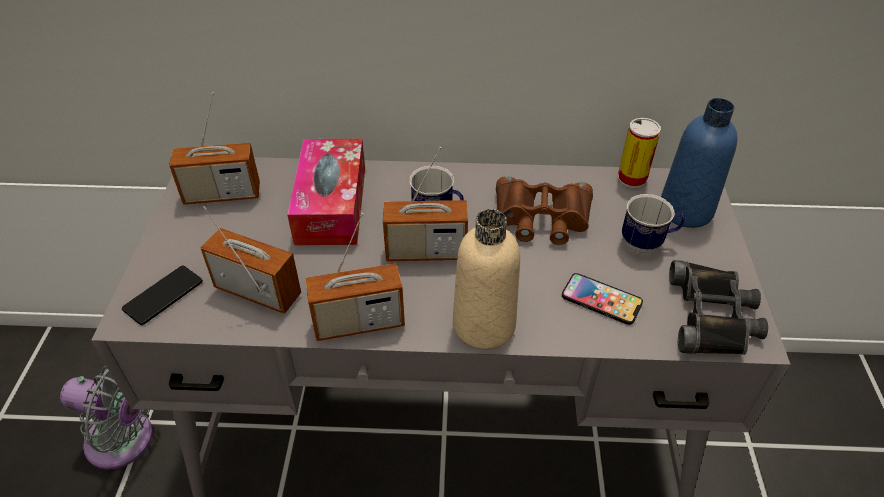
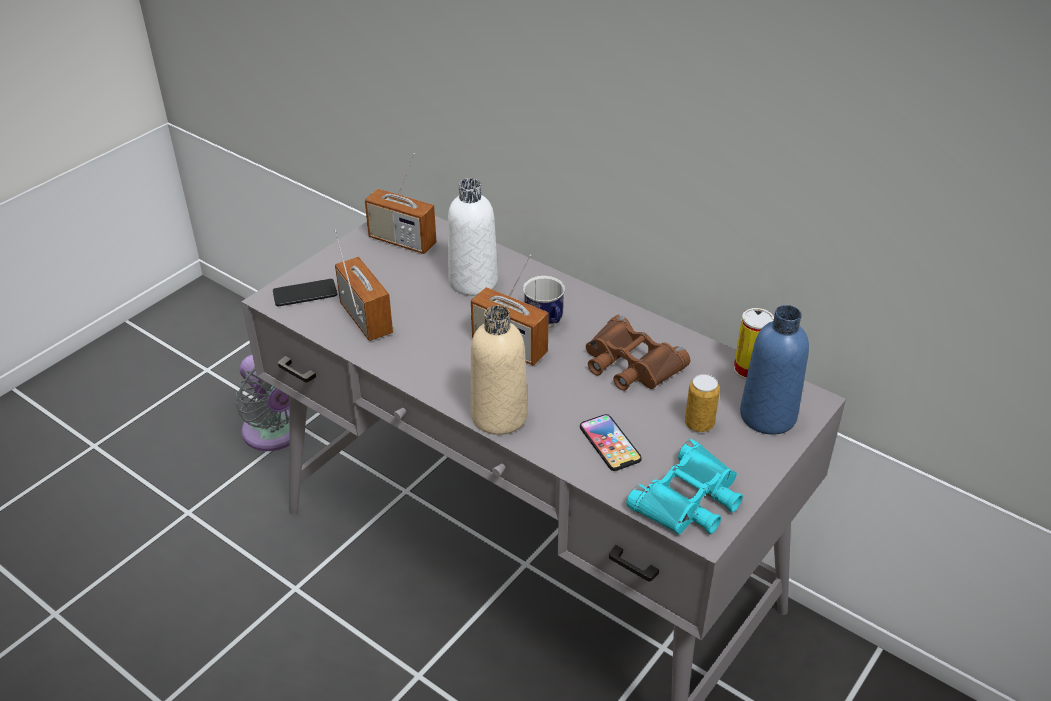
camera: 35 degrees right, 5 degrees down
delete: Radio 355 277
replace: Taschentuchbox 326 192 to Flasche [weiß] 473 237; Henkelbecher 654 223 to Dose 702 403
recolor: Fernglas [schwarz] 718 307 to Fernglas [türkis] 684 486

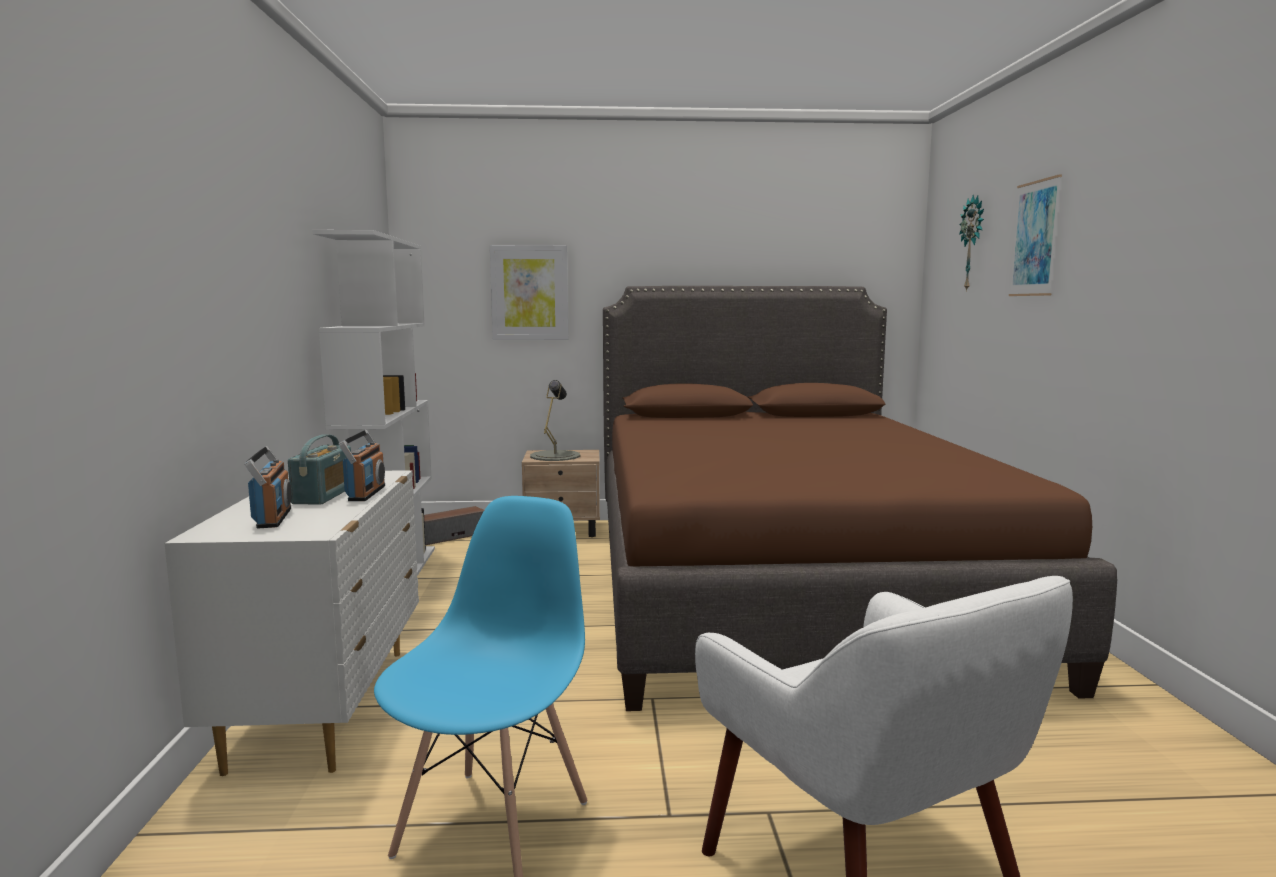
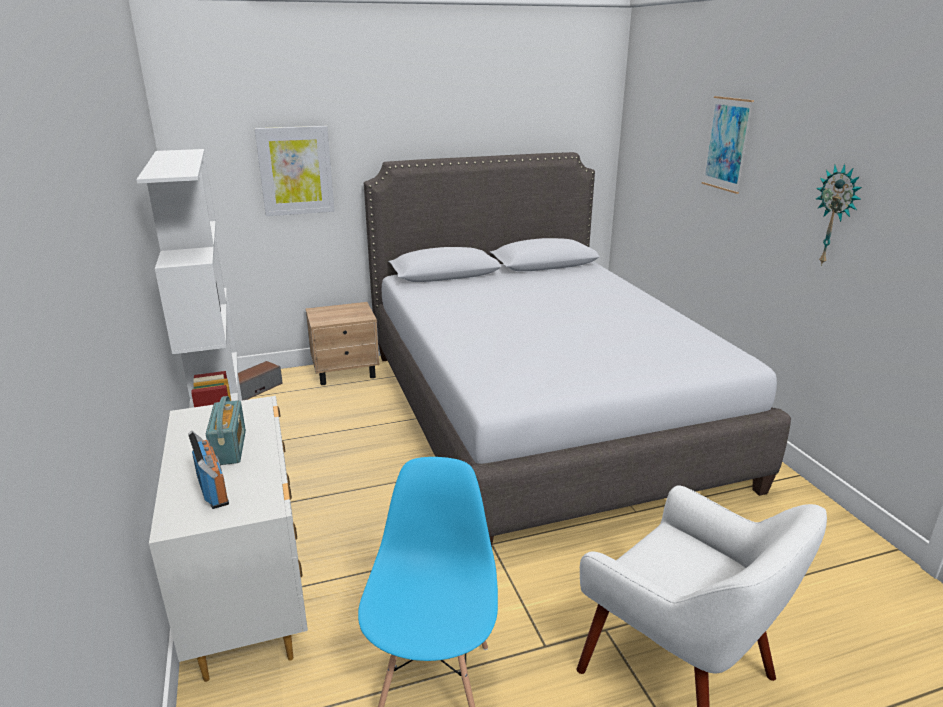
camera: 15 degrees left, 15 degrees up
delete: Radio 362 465; Tischlampe [grau] 555 420
move: Wanduhr 971 243 to 839 215
recolor: Bett [braun] 860 498 to Bett [grau] 577 349

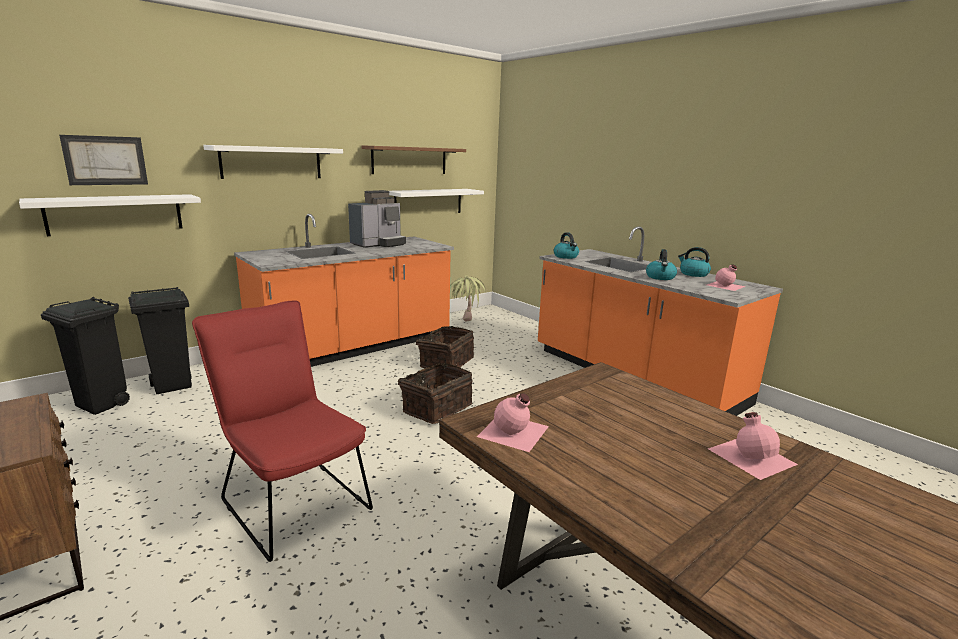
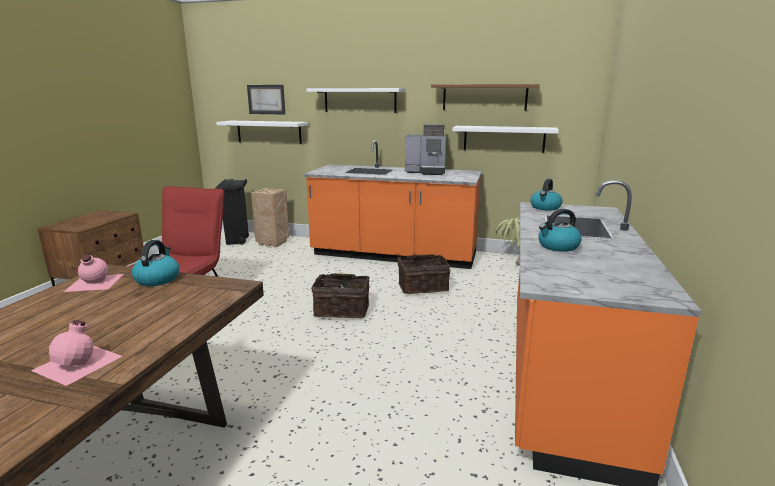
camera: 55 degrees right, 0 degrees up
delete: Flasche [rosa] 726 277
move: Wasserkessel 694 262 to 156 263
replace: Mülleimer [schwarz] 160 340 to Kiste 270 217

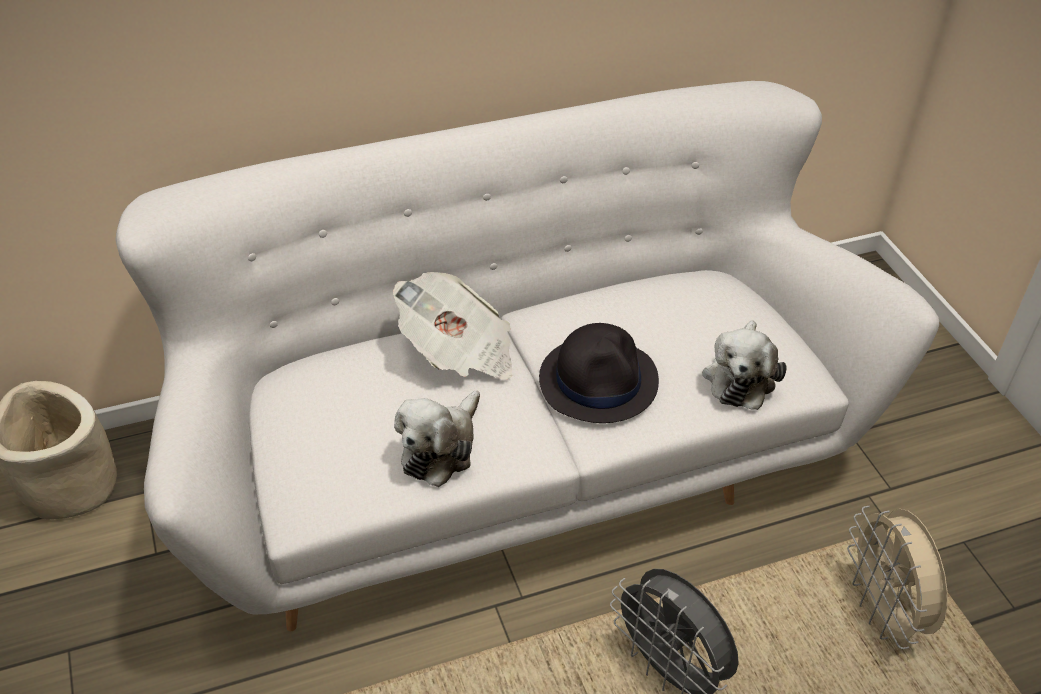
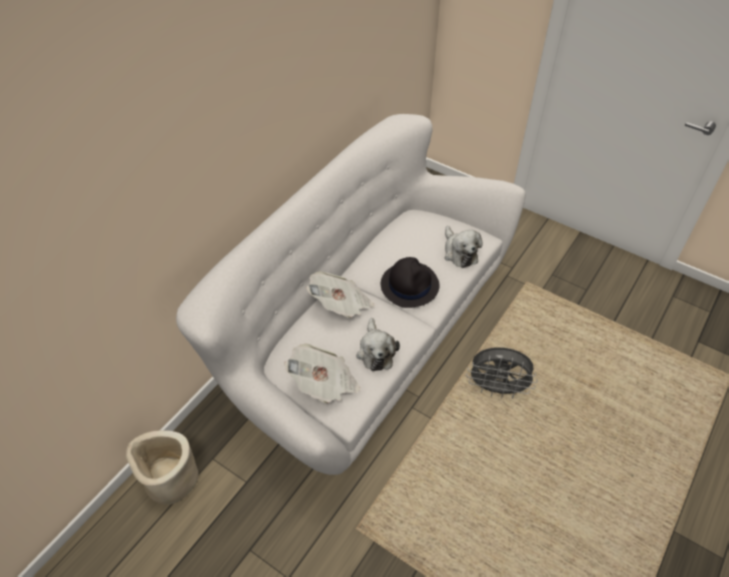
camera: 35 degrees left, 5 degrees up
delete: Ventilator [beige] 897 577
insert: Zeitung 322 373

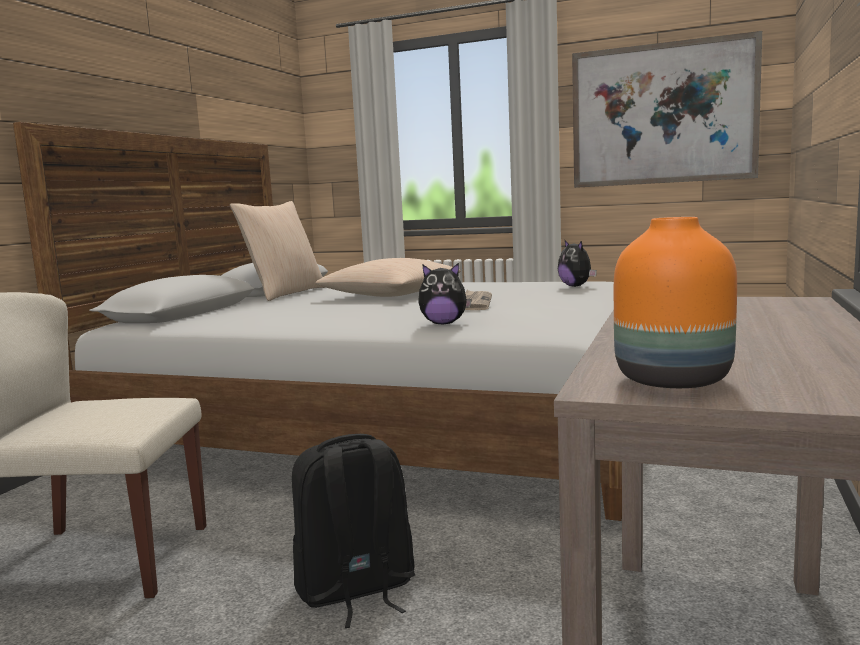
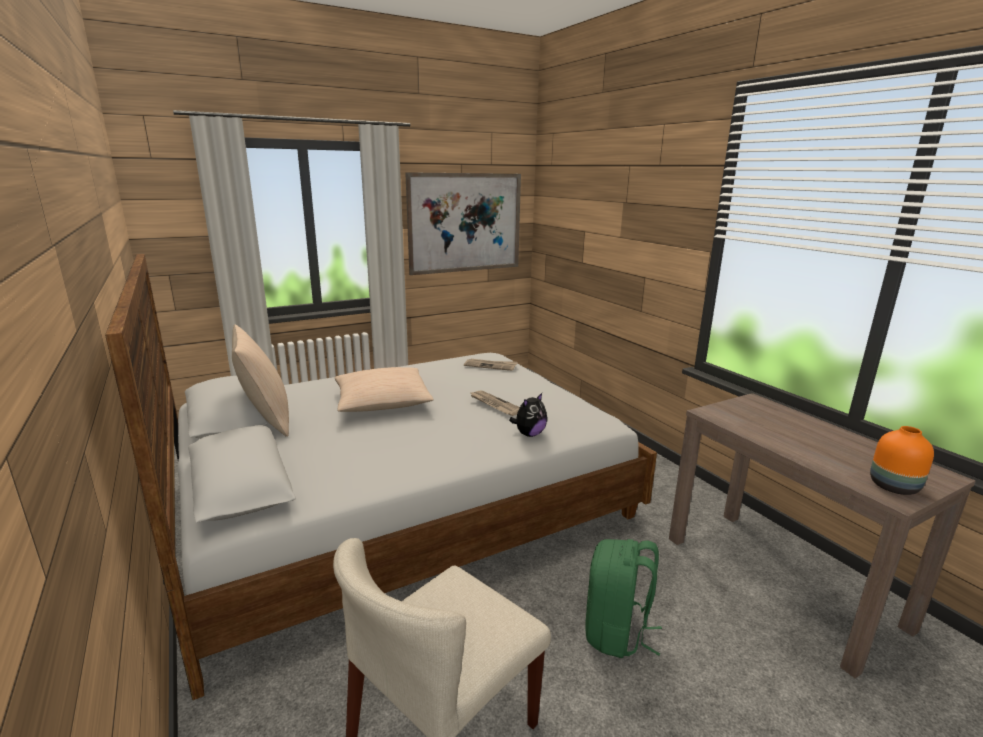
camera: 50 degrees left, 10 degrees up
replace: Plüschtier 577 264 to Zeitung 490 365
recolor: Rucksack [schwarz] 353 531 to Rucksack [grün] 623 598

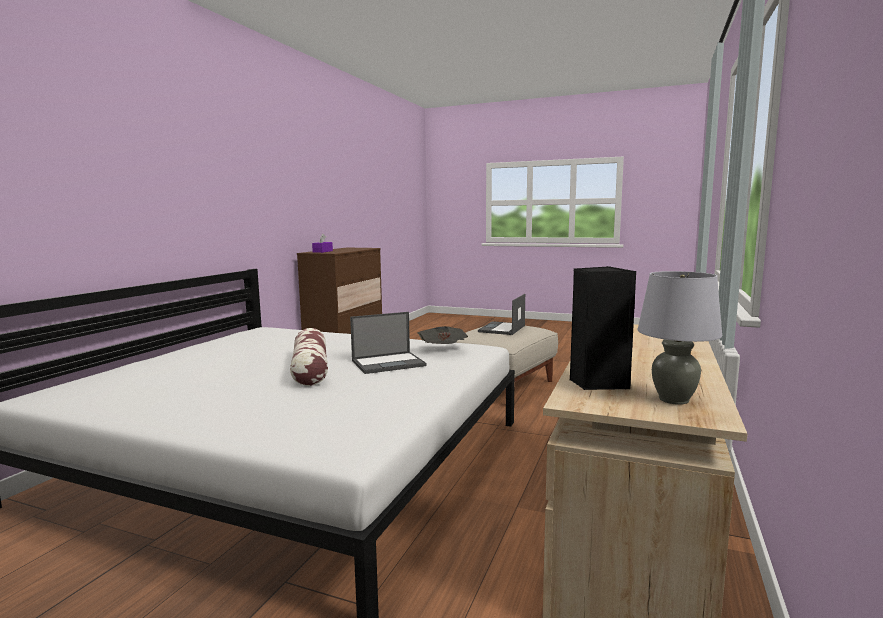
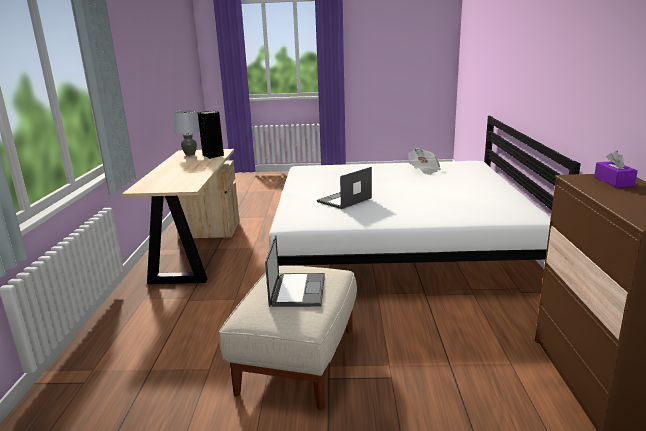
camera: 160 degrees right, 10 degrees up
delete: Kissen 309 357
move: Zeitung 442 335 to 424 161

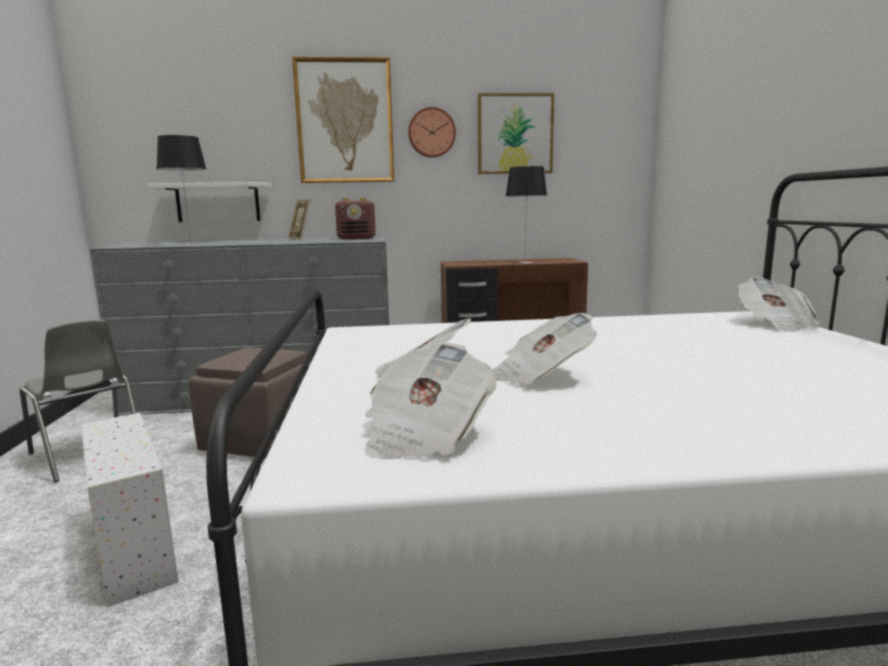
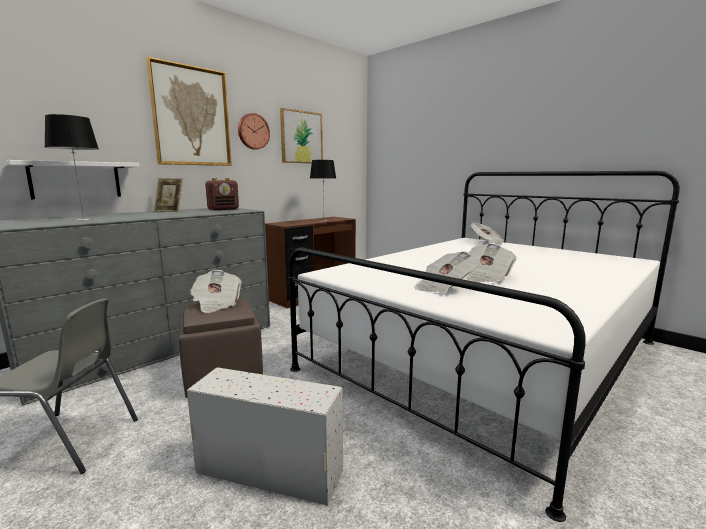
camera: 40 degrees left, 0 degrees up
move: Zeitung 431 401 to 216 291

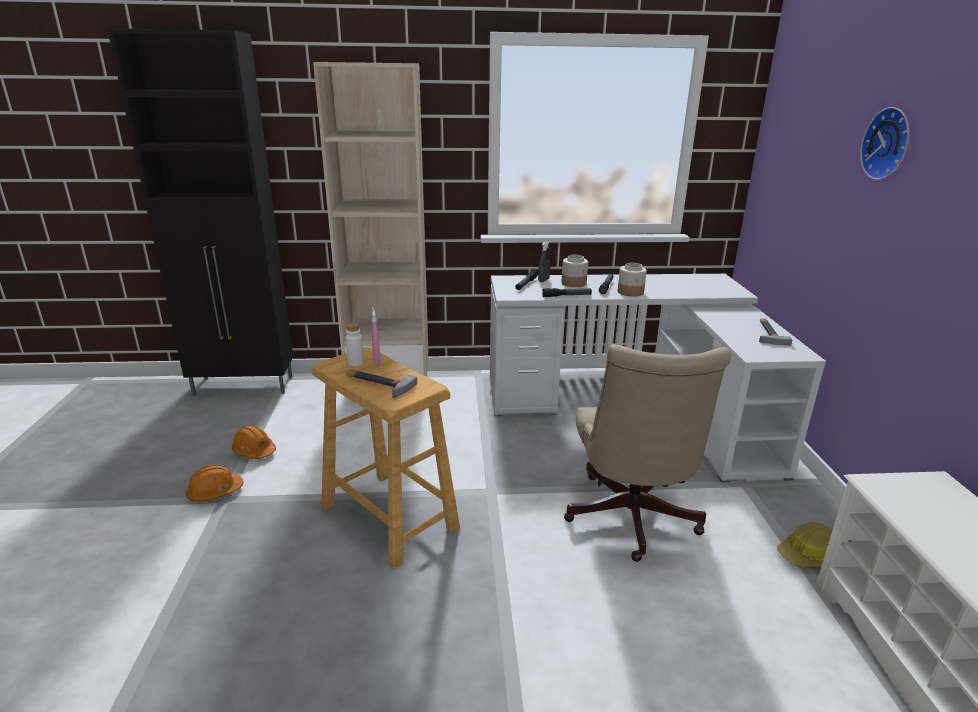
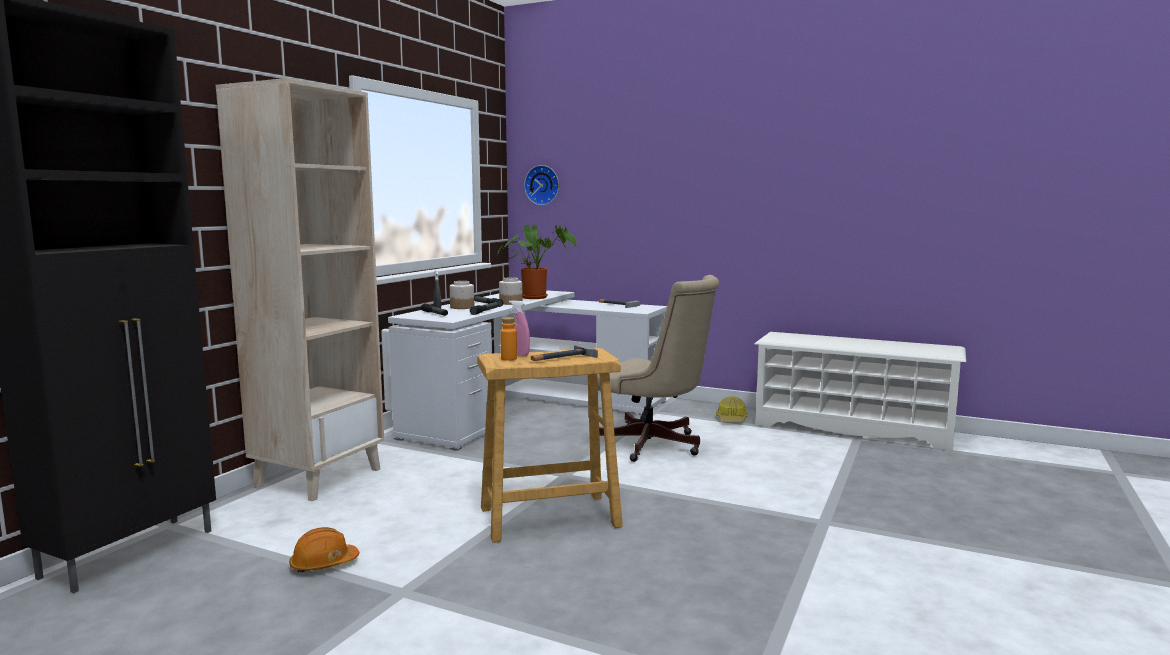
camera: 60 degrees left, 15 degrees down
delete: Schutzhelm [orange] 215 483
insert: Topfpflanze 537 261
move: Wanduhr 884 143 to 541 185
recolor: Flasche [weiß] 355 344 to Flasche [orange] 508 339

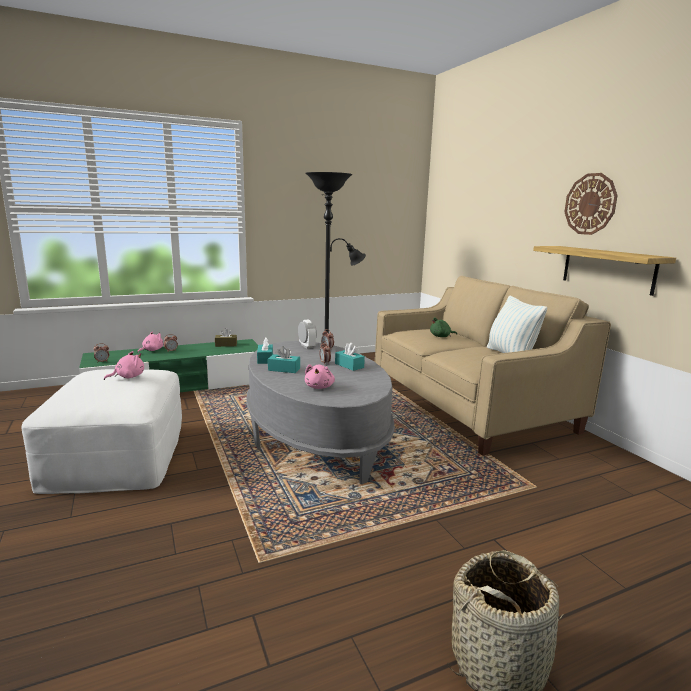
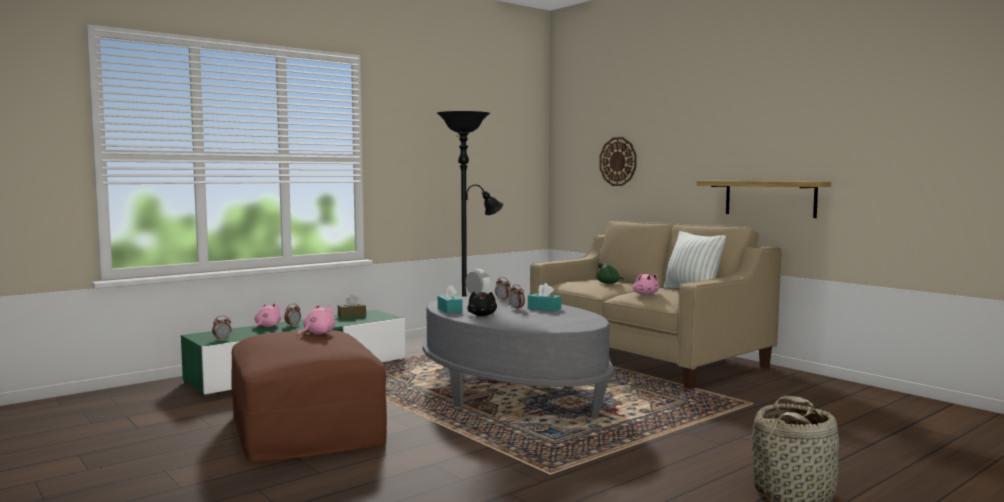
camera: 15 degrees left, 10 degrees down
move: Plüschtier [rosa] 320 376 to 645 284; Wanduhr 591 204 to 618 161
replace: Taschentuchbox [türkis] 284 359 to Plüschtier [schwarz] 482 303
recolor: Polsterhocker [weiß] 101 431 to Polsterhocker [braun] 309 396

